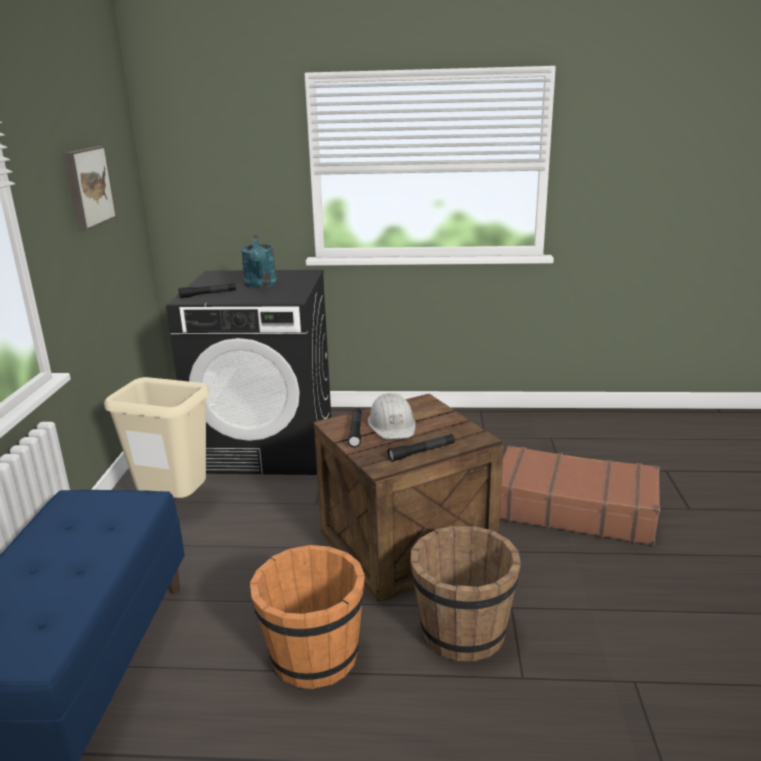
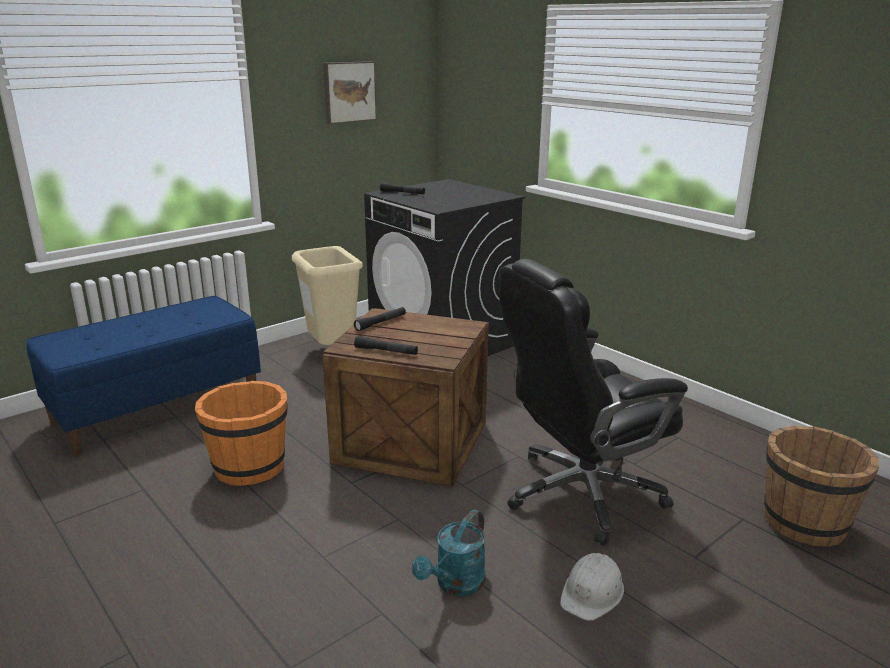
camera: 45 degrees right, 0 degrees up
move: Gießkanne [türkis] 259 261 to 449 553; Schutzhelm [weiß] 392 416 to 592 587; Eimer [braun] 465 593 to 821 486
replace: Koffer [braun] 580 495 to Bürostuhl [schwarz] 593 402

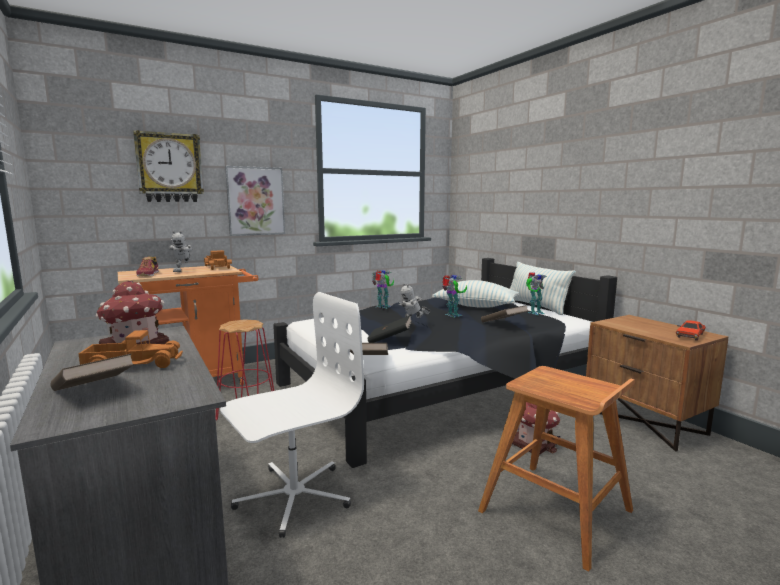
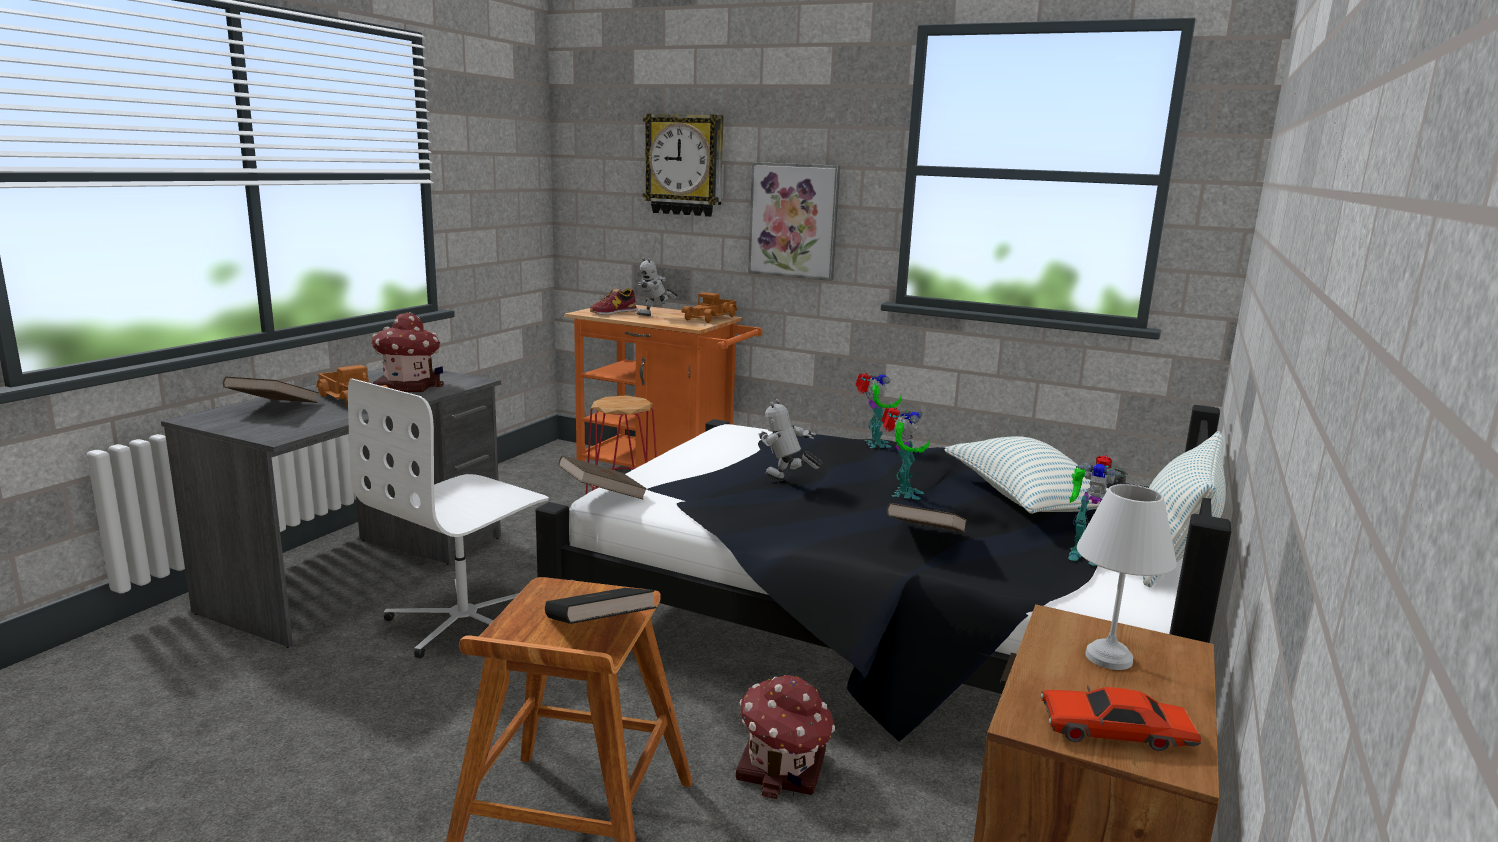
camera: 55 degrees right, 5 degrees up
insert: Tischlampe [weiß] 1127 577
move: Buch [schwarz] 389 329 to 601 606
rotate: Bürostuhl [weiß] 292 415 = 448 518 105 degrees clockwise

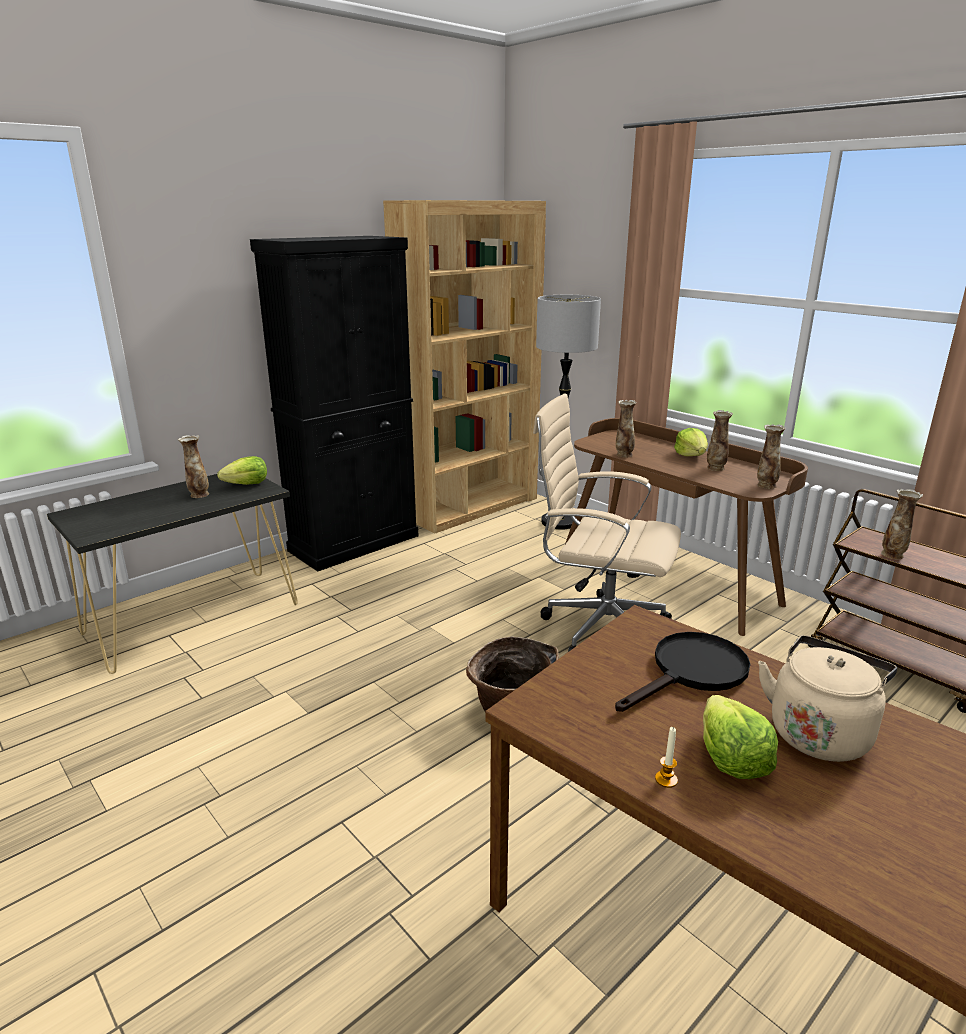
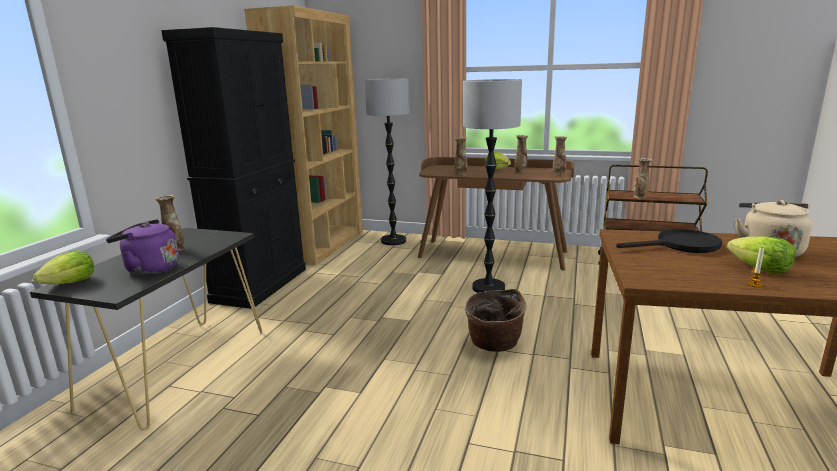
camera: 30 degrees left, 5 degrees down
insert: Wasserkessel [lila] 142 247
move: Salatkopf 242 470 to 63 267
replace: Bürostuhl [beige] 607 522 to Stehlampe 492 186
rotate: Pfanne [schwarz] 682 672 = 669 241 60 degrees clockwise

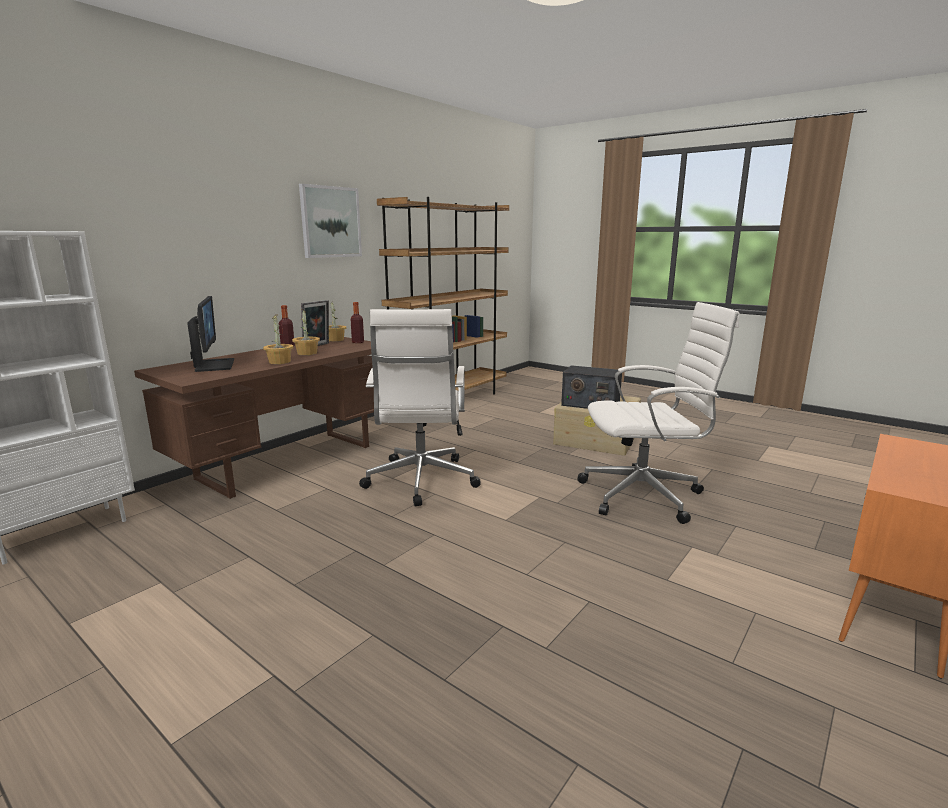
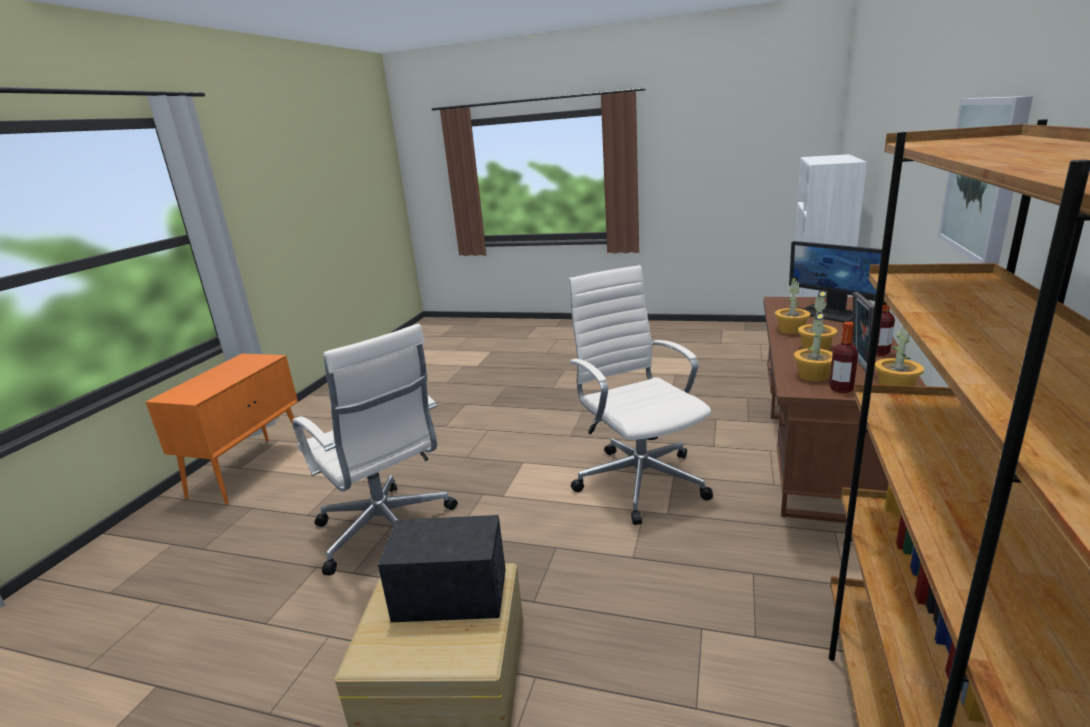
camera: 160 degrees right, 5 degrees up
insert: Topfpflanze 813 347
rotate: Bürostuhl [weiß] 658 413 = 375 449 105 degrees counterclockwise

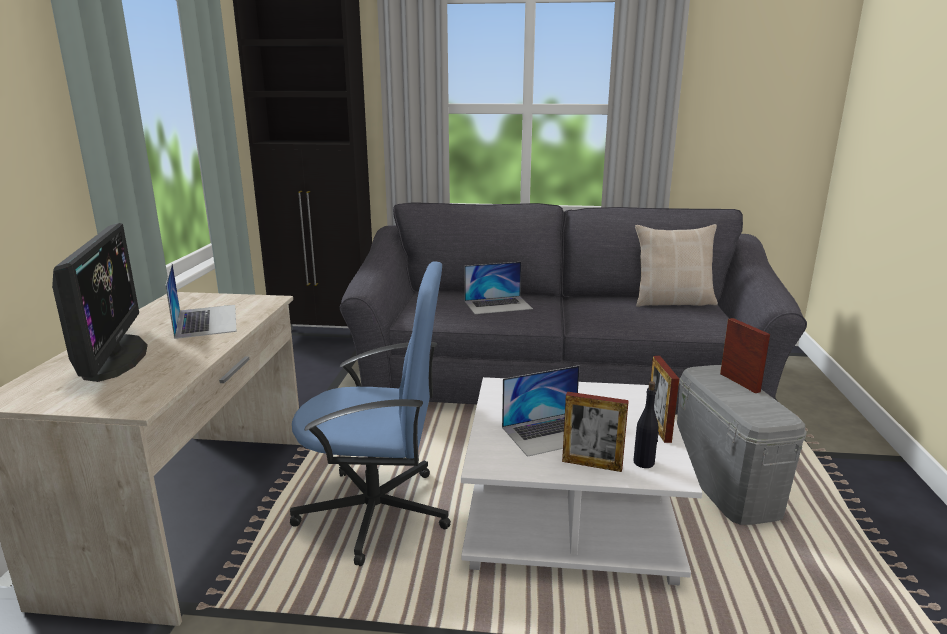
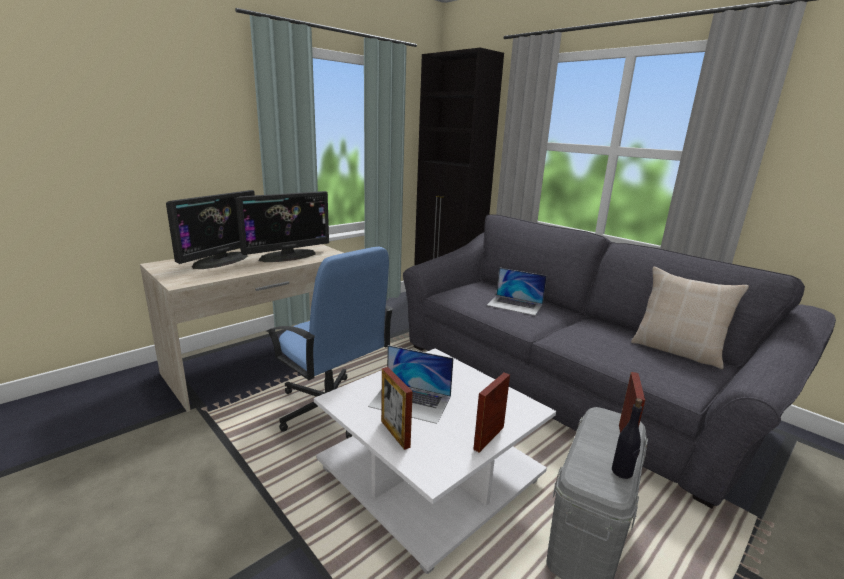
camera: 40 degrees right, 0 degrees up
move: Flasche [schwarz] 646 424 to 627 438
replace: Laptop 201 301 to Monitor 282 226

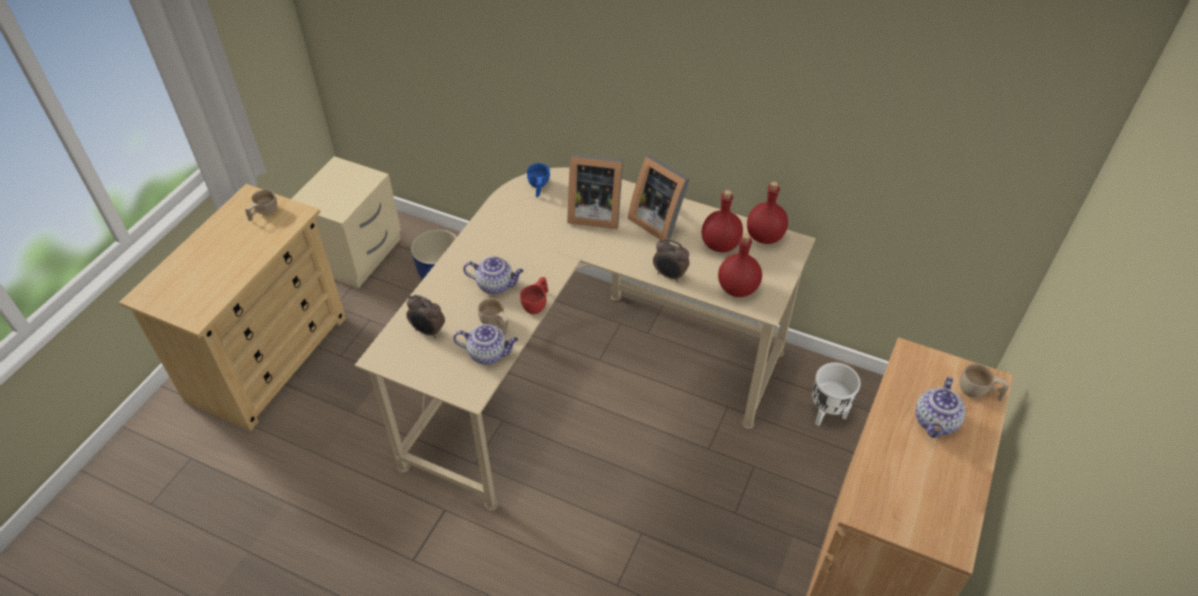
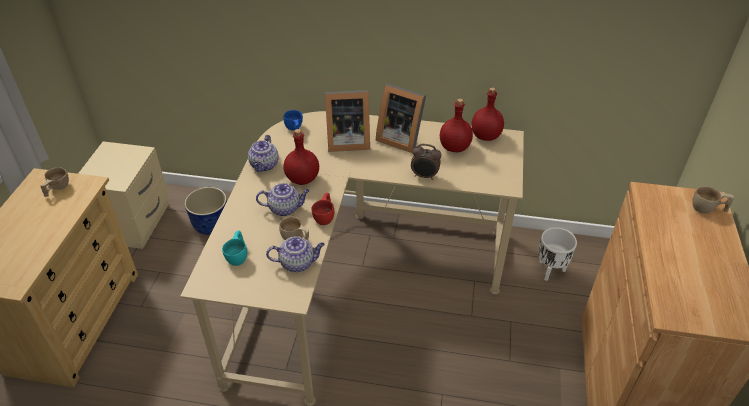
camera: 15 degrees left, 5 degrees down
move: Flasche [rot] 740 265 to 301 157; Teekanne 941 407 to 263 153
replace: Wecker 425 316 to Tasse [türkis] 234 248

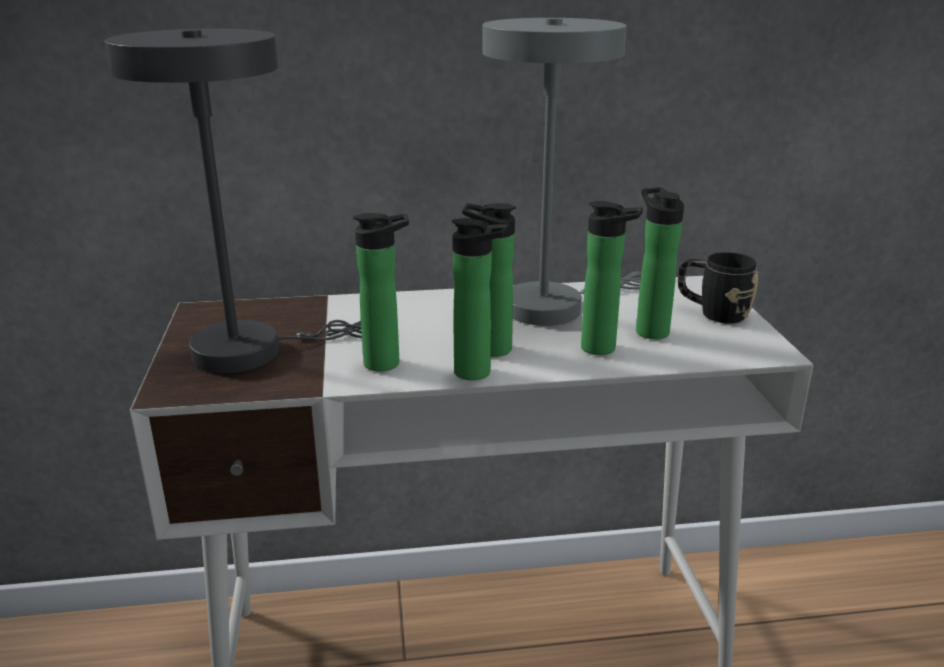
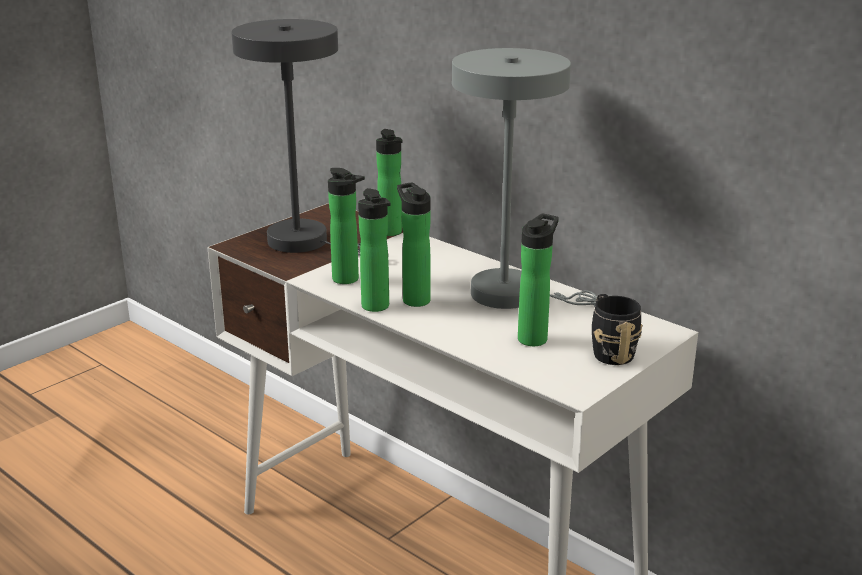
camera: 50 degrees right, 0 degrees up
move: Flasche 612 278 to 389 182

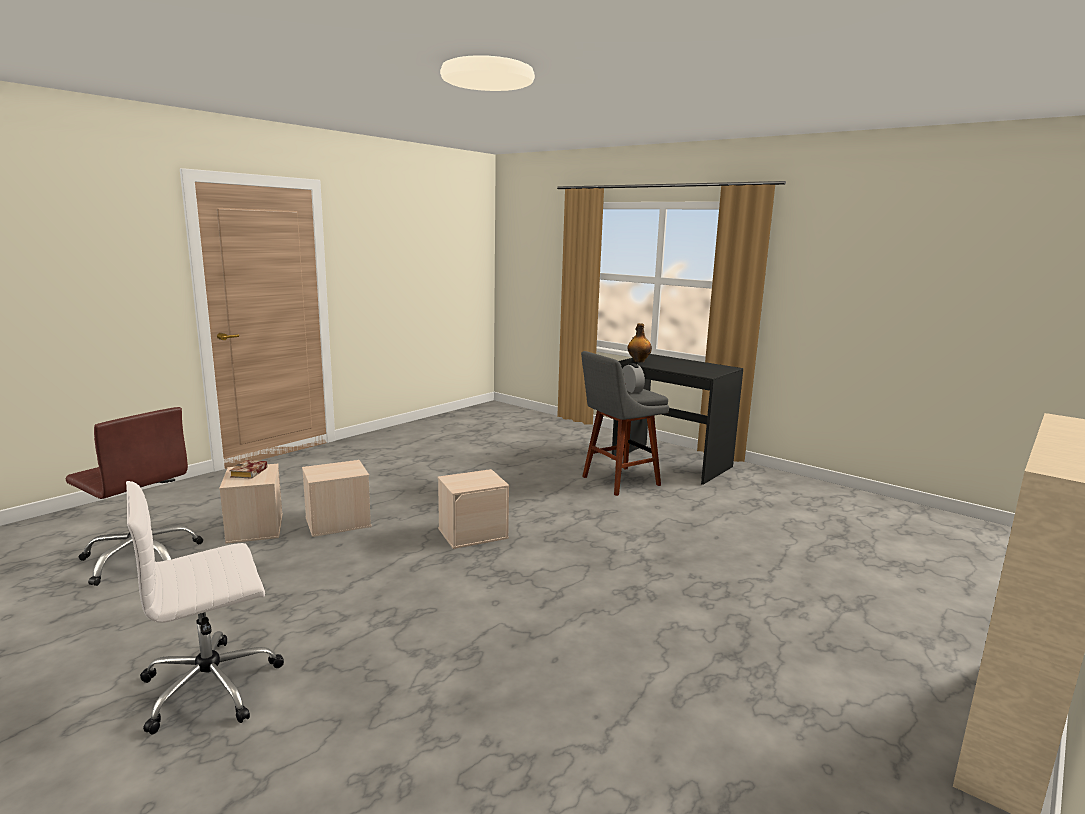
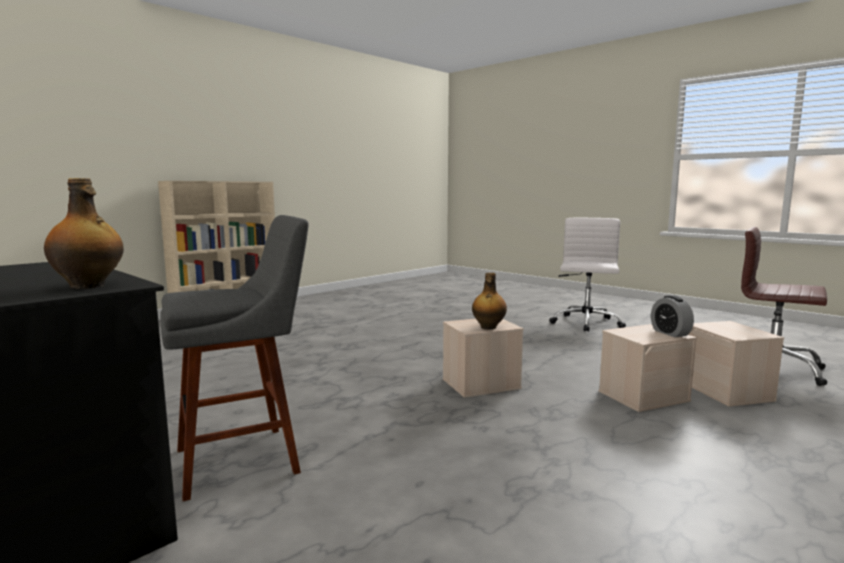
camera: 175 degrees left, 5 degrees down
delete: Buch 249 469
insert: Flasche 489 301
move: Wecker 633 378 to 672 316
rotate: Bürostuhl [weiß] 205 608 = 587 275 45 degrees counterclockwise

